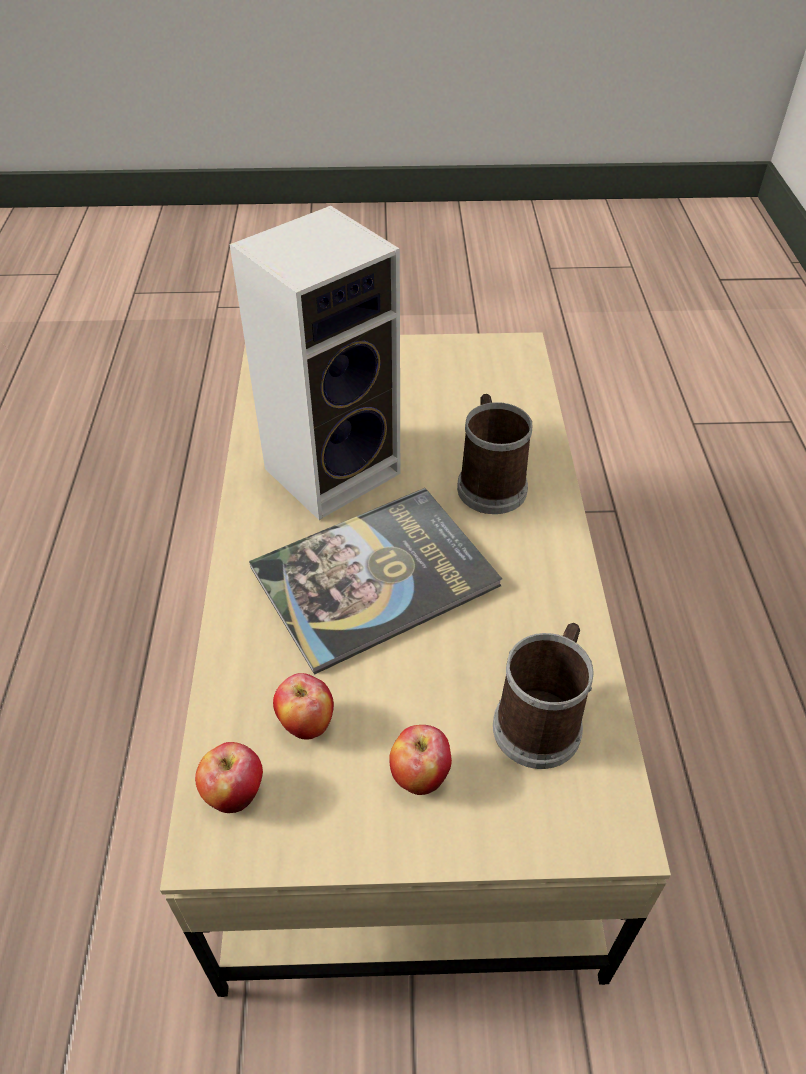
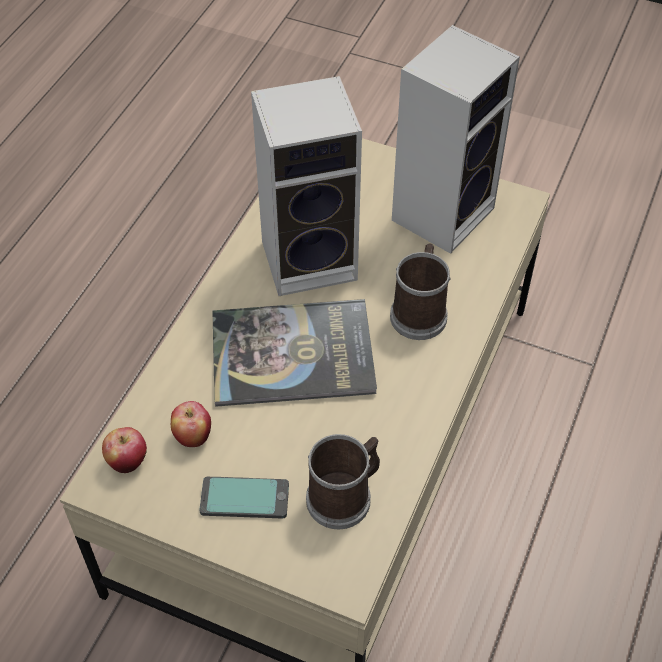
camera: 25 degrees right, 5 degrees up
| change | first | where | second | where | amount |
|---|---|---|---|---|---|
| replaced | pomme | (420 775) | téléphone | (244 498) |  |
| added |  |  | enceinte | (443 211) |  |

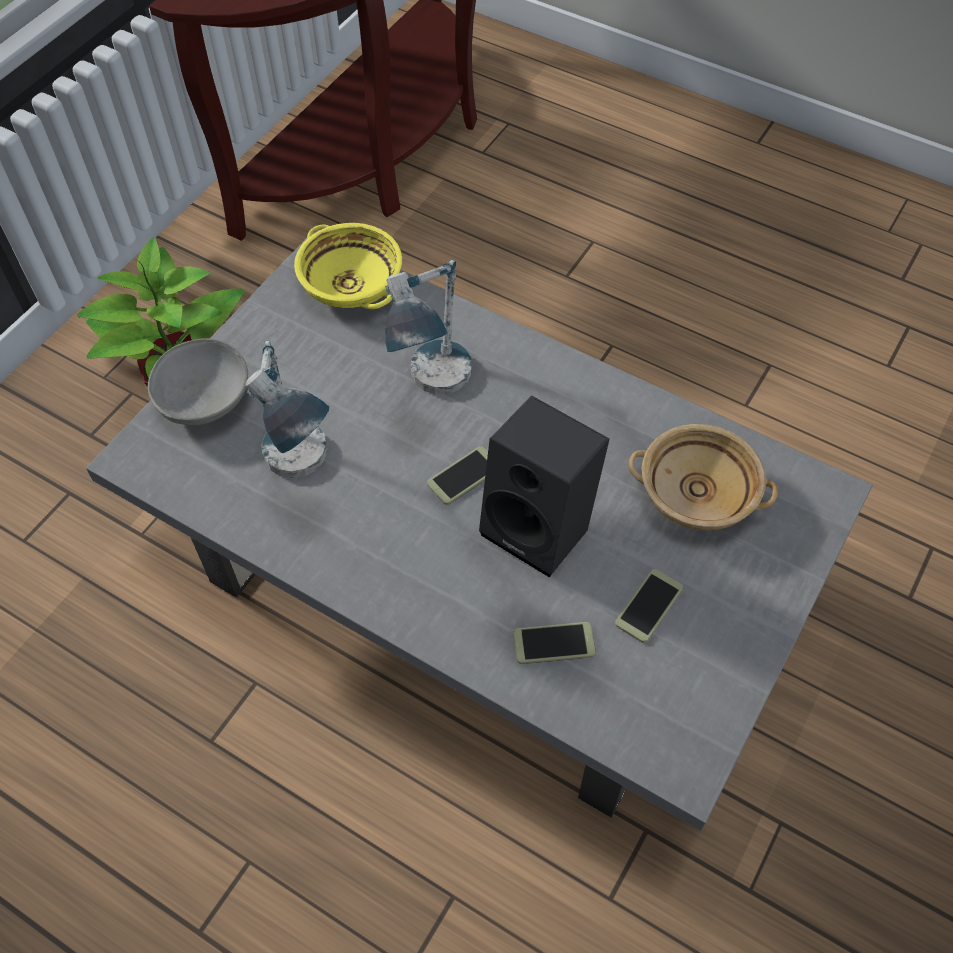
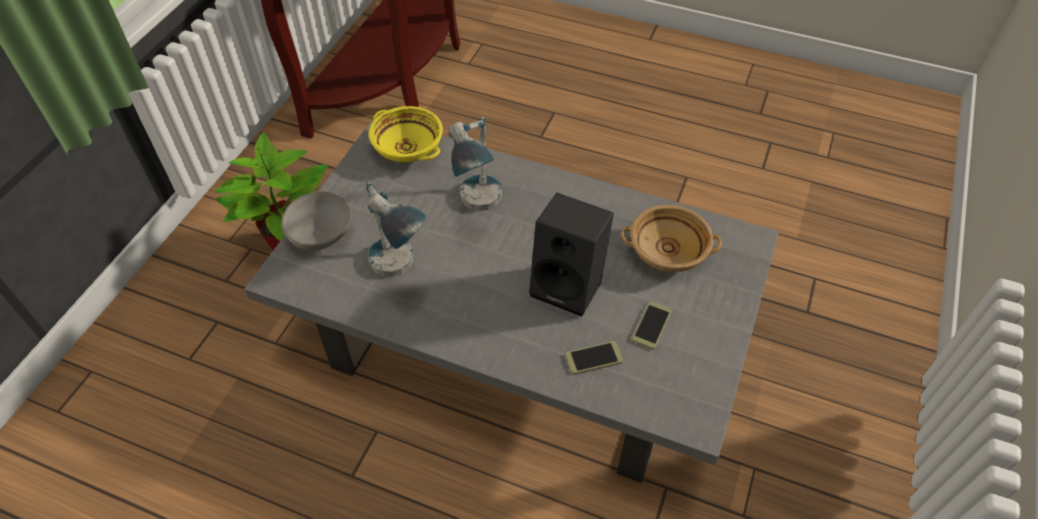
camera: 10 degrees left, 5 degrees down
| change | first | where | second | where | amount |
|---|---|---|---|---|---|
| removed | téléphone | (464 476) |  |  |  |

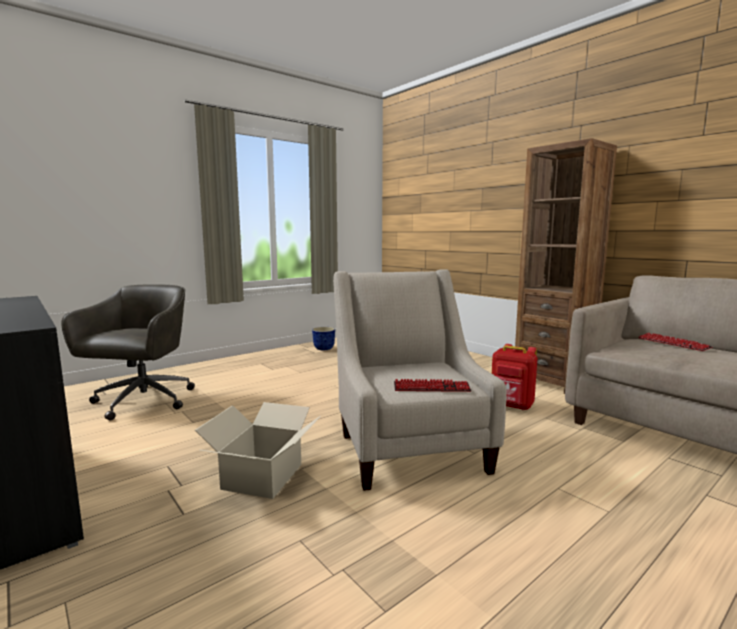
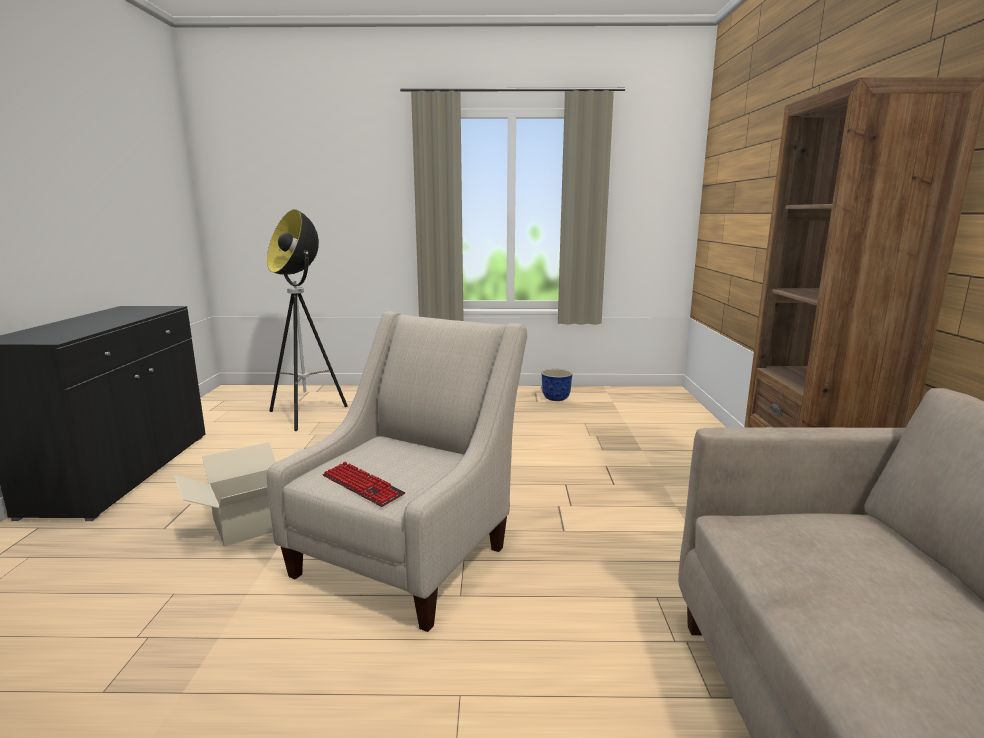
camera: 40 degrees right, 5 degrees up
| change | first | where | second | where | amount |
|---|---|---|---|---|---|
| replaced | chaise de bureau/gris | (142 402) | lampadaire | (307 415) |  |
| removed | sac à dos/rouge | (511 406) |  |  |  |
| removed | clavier | (673 343) |  |  |  |

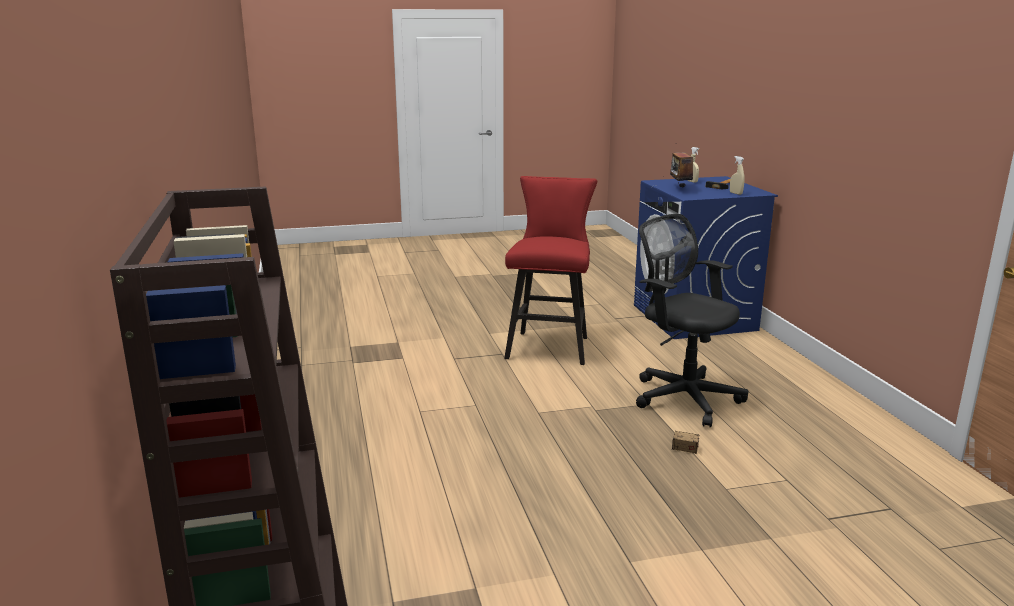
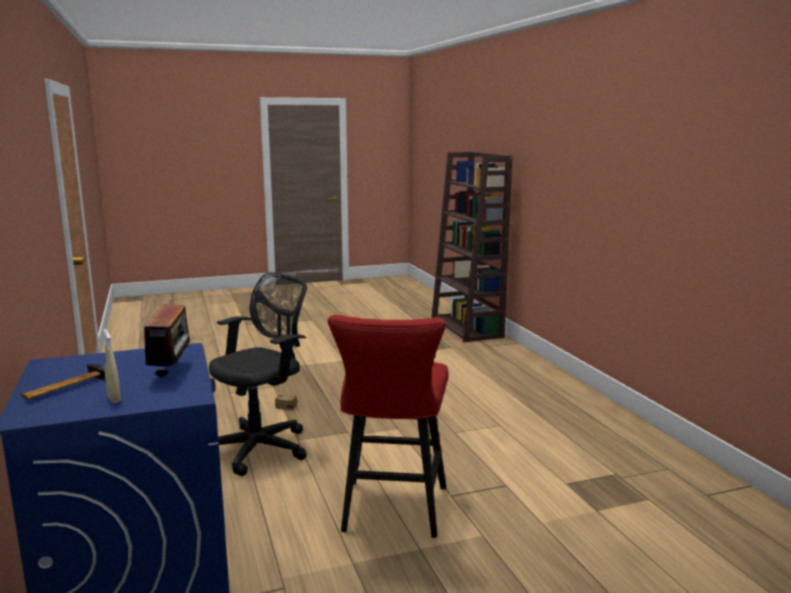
camera: 175 degrees right, 5 degrees down
| change | first | where | second | where | amount |
|---|---|---|---|---|---|
| turned | chaise de bureau/noir | (682 396) |  | (260 448) | 90 degrees counterclockwise |
| removed | vaporisateur/beige | (736 193) |  |  |  |

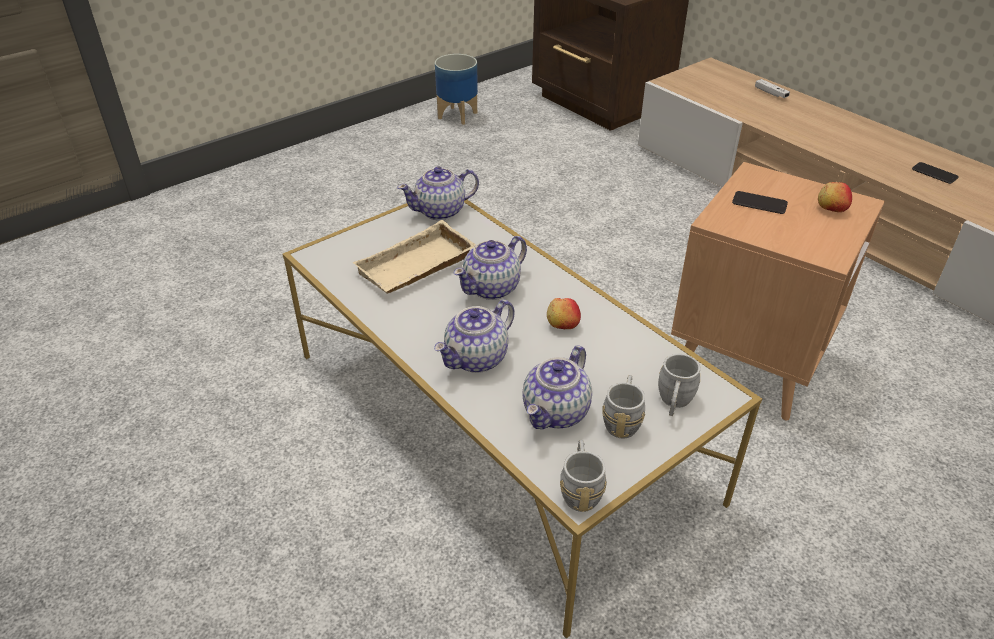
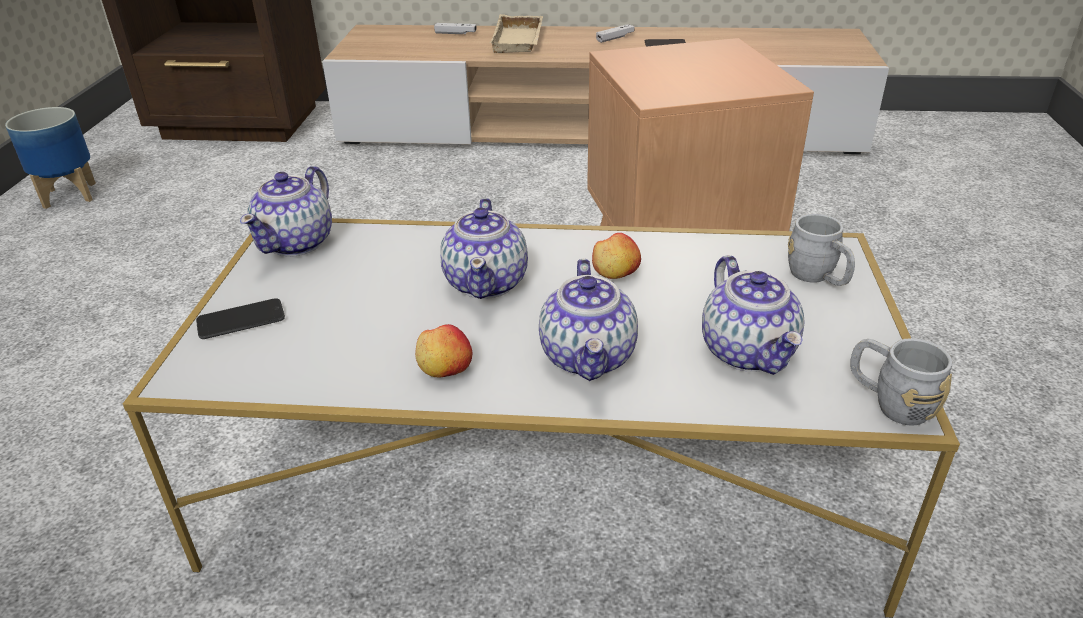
camera: 45 degrees left, 5 degrees down
| change | first | where | second | where | amount |
|---|---|---|---|---|---|
| moved | plateau/beige | (417 268) |  | (520 41) |  |
| removed | mug/gris | (622 420) |  |  |  |
| moved | téléphone | (759 203) |  | (241 320) |  |
| moved | pomme | (831 209) |  | (445 370) |  |
| added |  |  | manette/blanc | (615 38) |  |

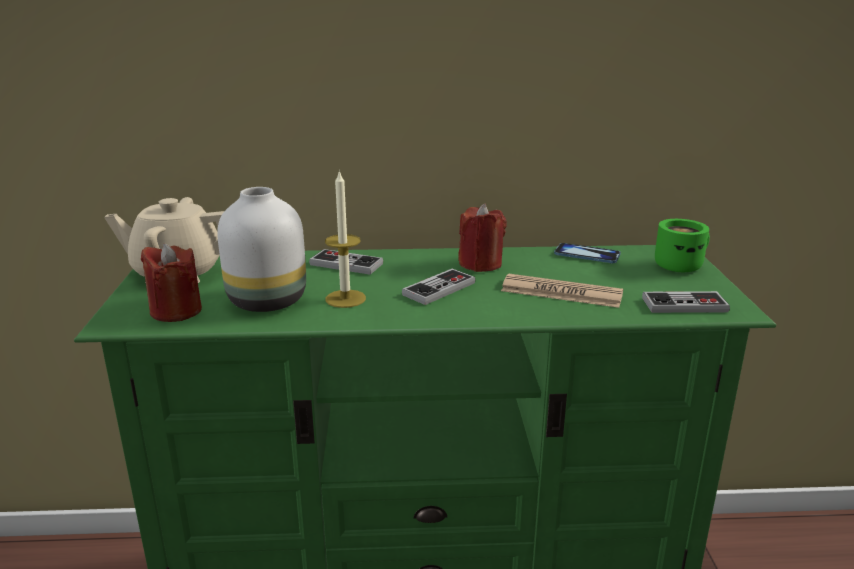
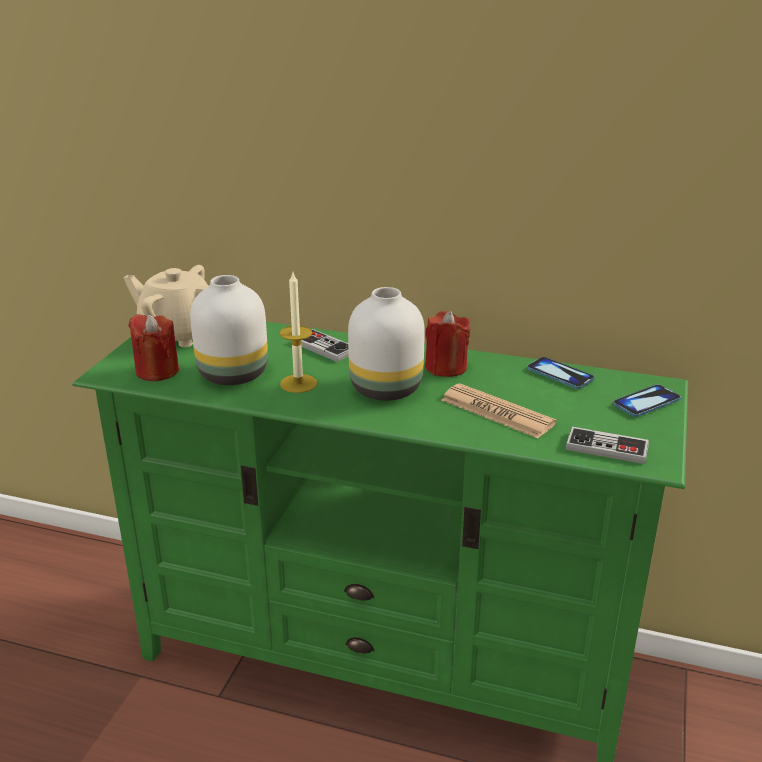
camera: 20 degrees right, 5 degrees up
| change | first | where | second | where | amount |
|---|---|---|---|---|---|
| replaced | manette | (439 289) | vase/blanc | (386 388) |  |
| replaced | mug/vert | (679 265) | téléphone | (646 402) |  |

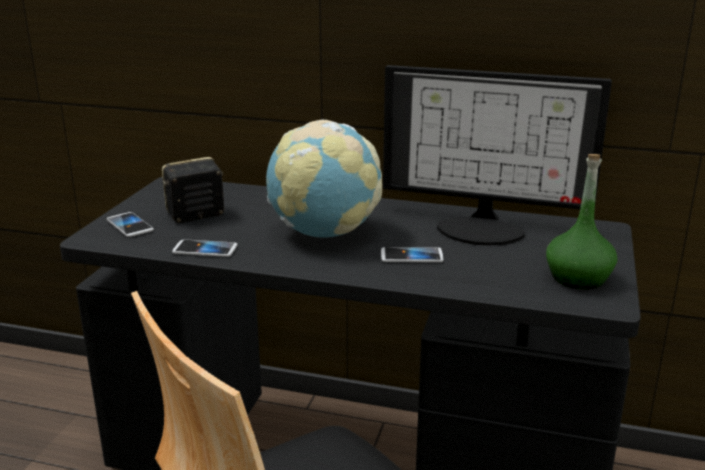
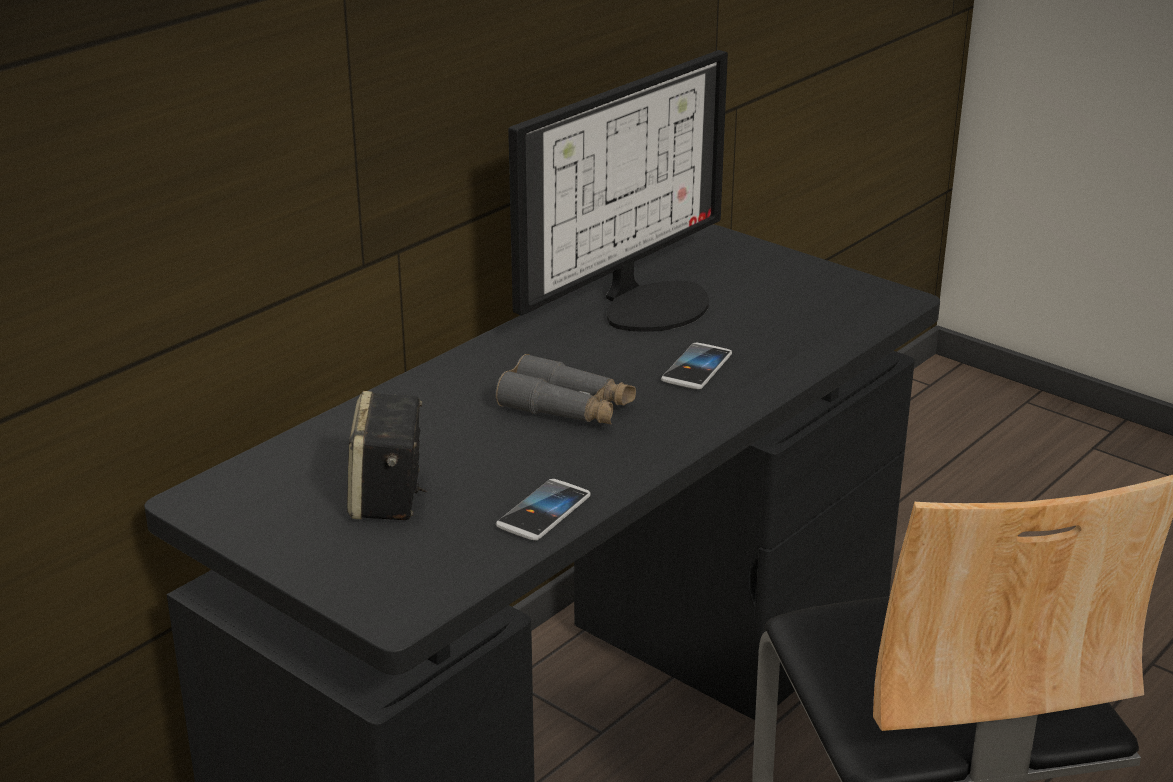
camera: 65 degrees left, 5 degrees up
| change | first | where | second | where | amount |
|---|---|---|---|---|---|
| removed | téléphone | (130 226) |  |  |  |
| replaced | globe | (324 233) | jumelles/gris | (567 408) |  |
| removed | bouteille/vert | (578 278) |  |  |  |

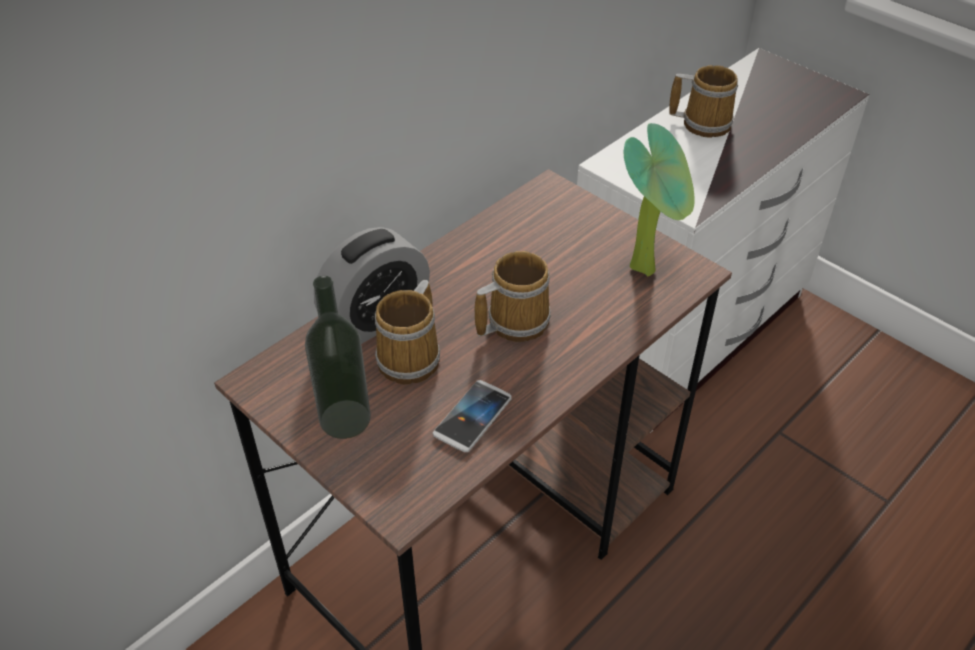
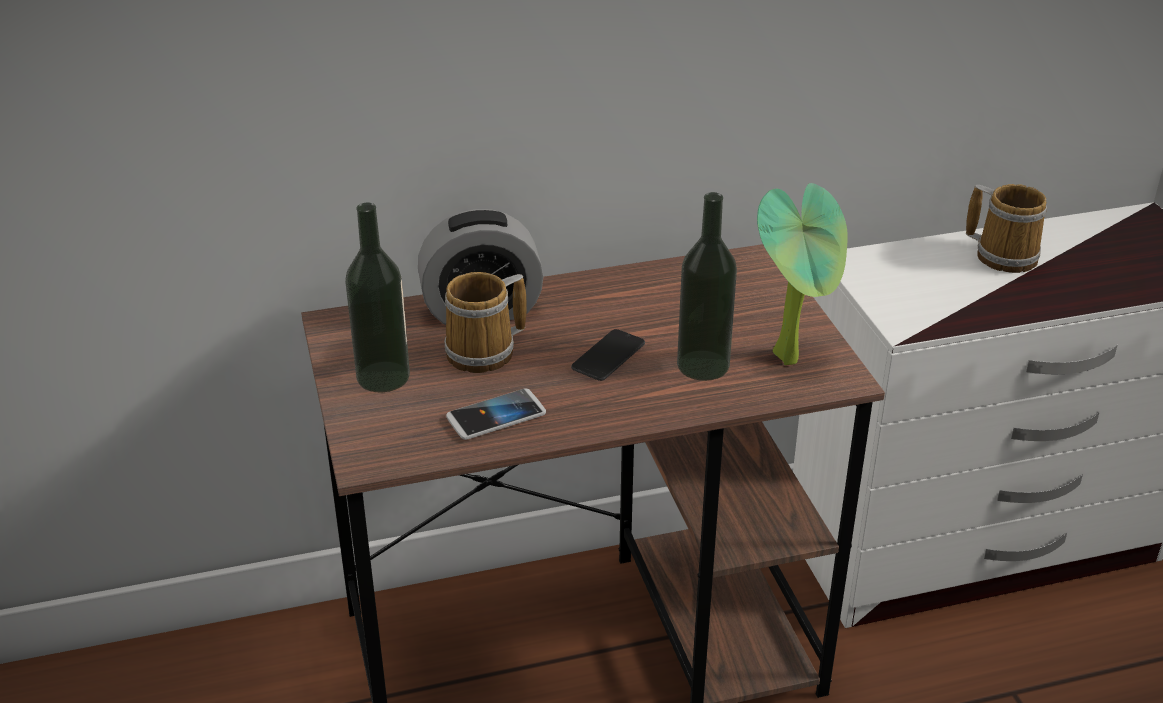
camera: 30 degrees right, 10 degrees down
| change | first | where | second | where | amount |
|---|---|---|---|---|---|
| replaced | mug | (513 321) | téléphone | (608 356) |  |
| added |  |  | bouteille | (703 365) |  |

